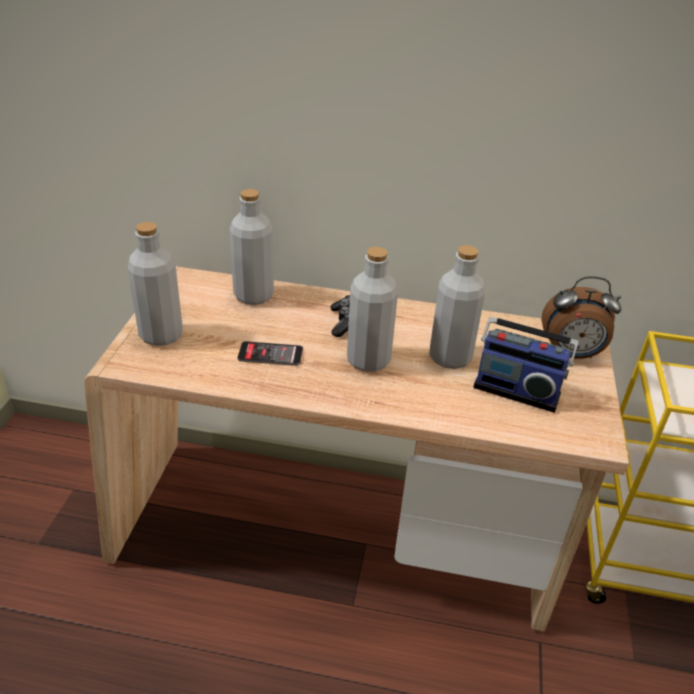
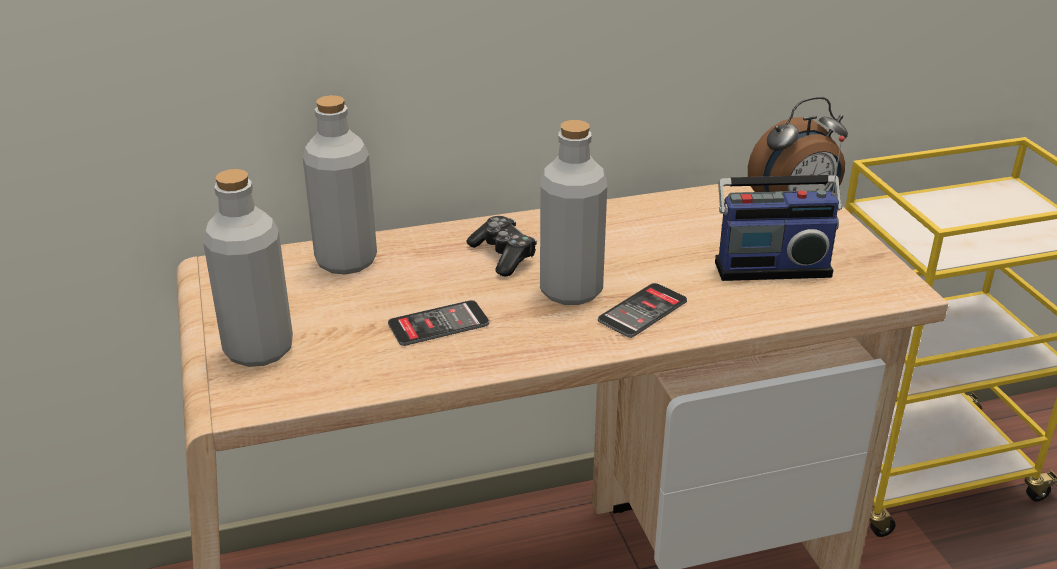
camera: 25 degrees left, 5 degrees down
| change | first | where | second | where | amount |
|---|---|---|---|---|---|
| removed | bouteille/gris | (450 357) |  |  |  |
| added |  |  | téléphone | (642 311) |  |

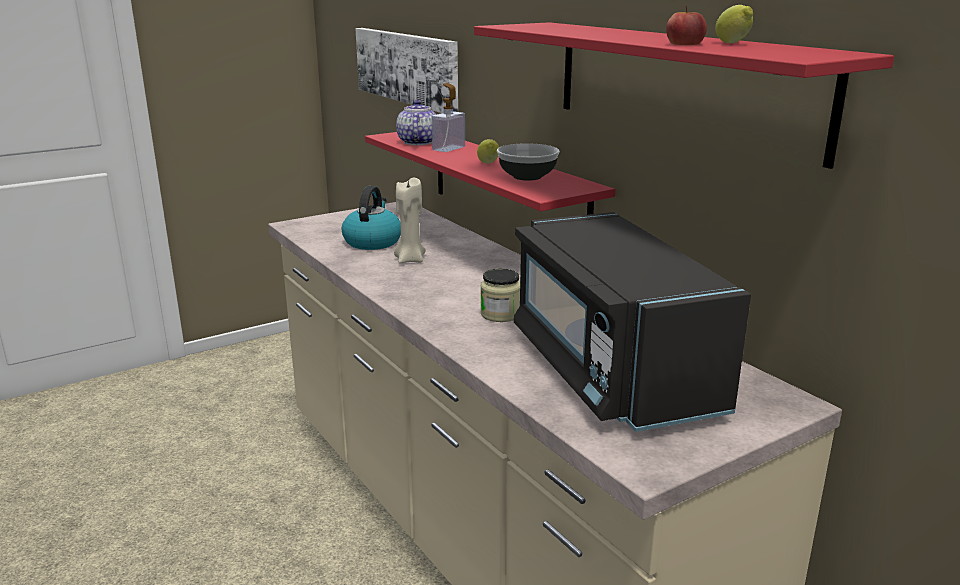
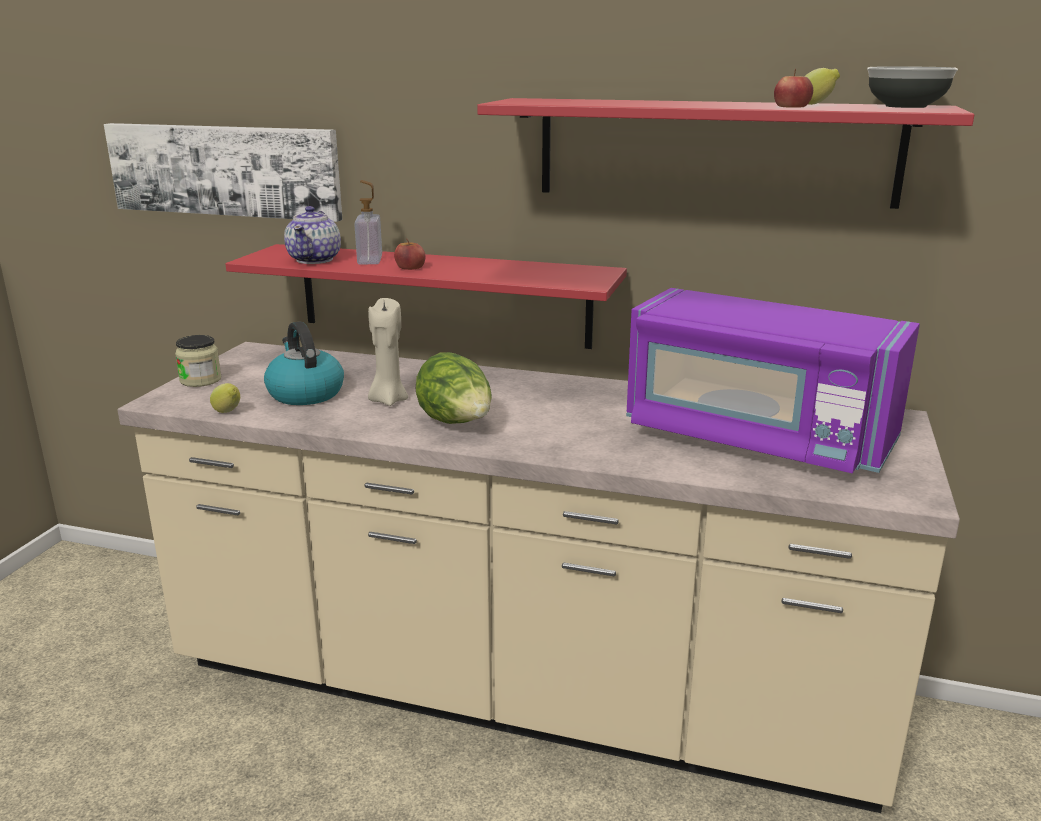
camera: 40 degrees left, 0 degrees up
| change | first | where | second | where | amount |
|---|---|---|---|---|---|
| turned | théière | (417 142) |  | (315 259) | 135 degrees counterclockwise |
| moved | citron | (488 164) |  | (228 412) |  |
| moved | bocal | (500 314) |  | (200 380) |  |
| moved | bol | (526 177) |  | (905 106) |  |
| recoloured | micro-ondes/noir | (611 370) | micro-ondes/violet | (755 437) |  |
| added |  |  | pomme | (410 267) |  |
| added |  |  | laitue | (457 423) |  |

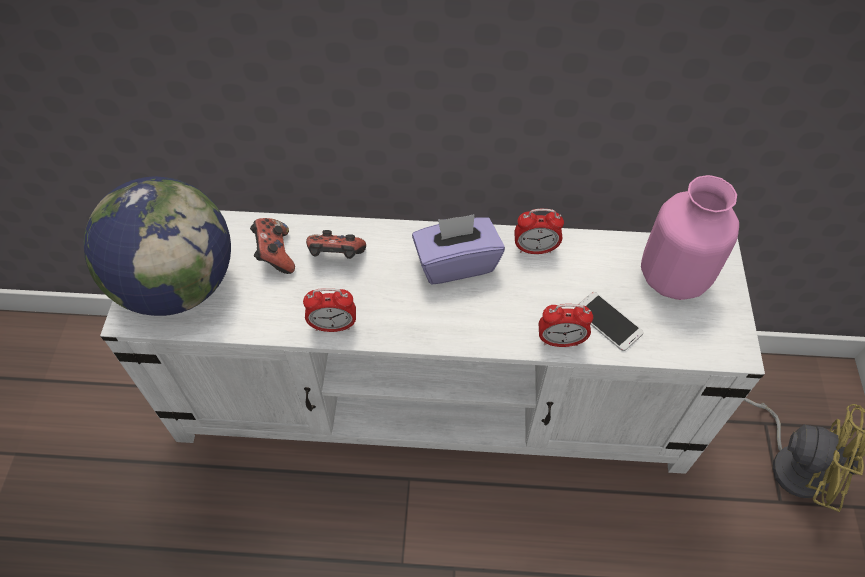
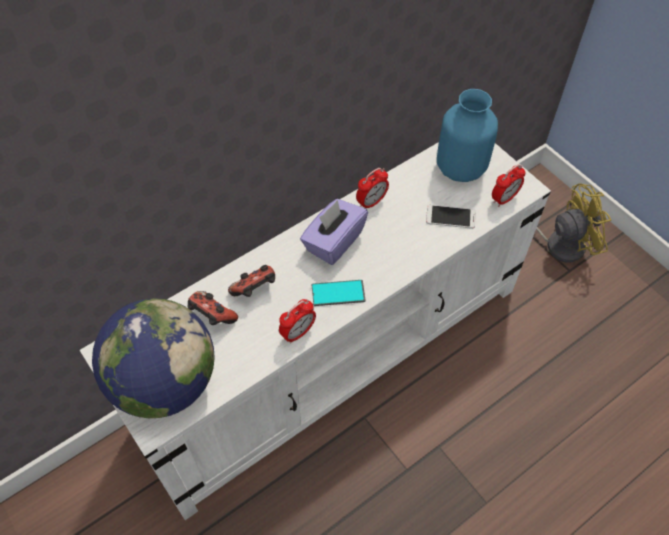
camera: 40 degrees left, 0 degrees up
| change | first | where | second | where | amount |
|---|---|---|---|---|---|
| moved | réveil | (560 341) |  | (504 199) |  |
| recoloured | vase/rose | (672 278) | vase/bleu | (460 169) |  |
| added |  |  | téléphone | (338 293) |  |

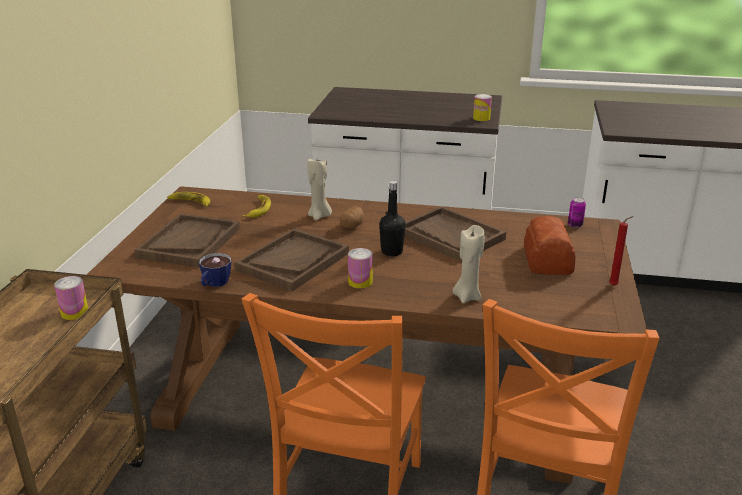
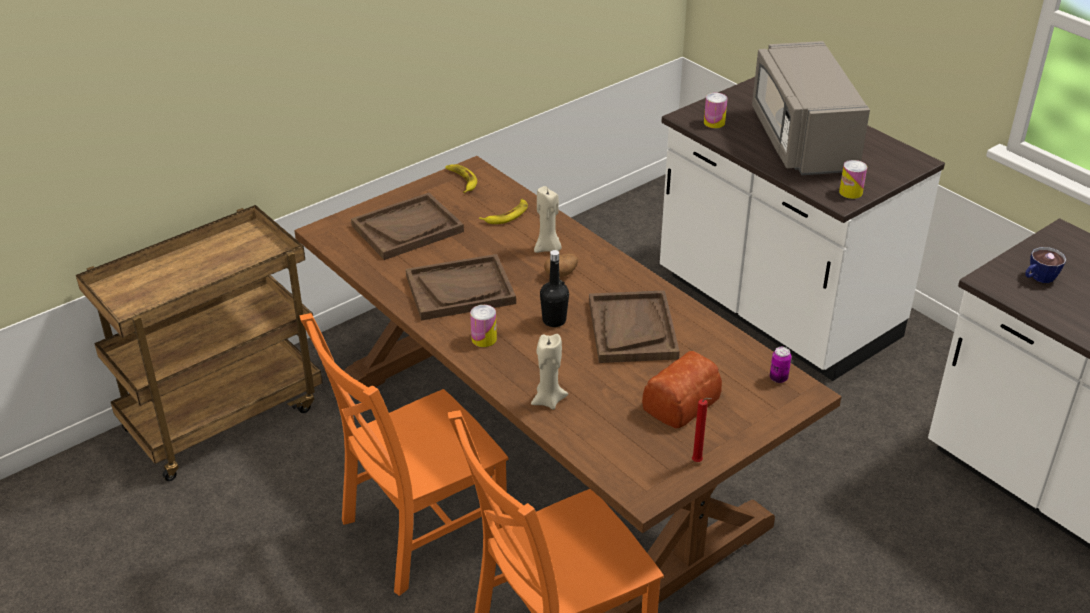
camera: 40 degrees right, 10 degrees up
| change | first | where | second | where | amount |
|---|---|---|---|---|---|
| moved | boîte métallique | (74 312) |  | (714 123) |  |
| moved | tasse | (214 284) |  | (1038 278) |  |
| added |  |  | micro-ondes/gris | (802 141) |  |

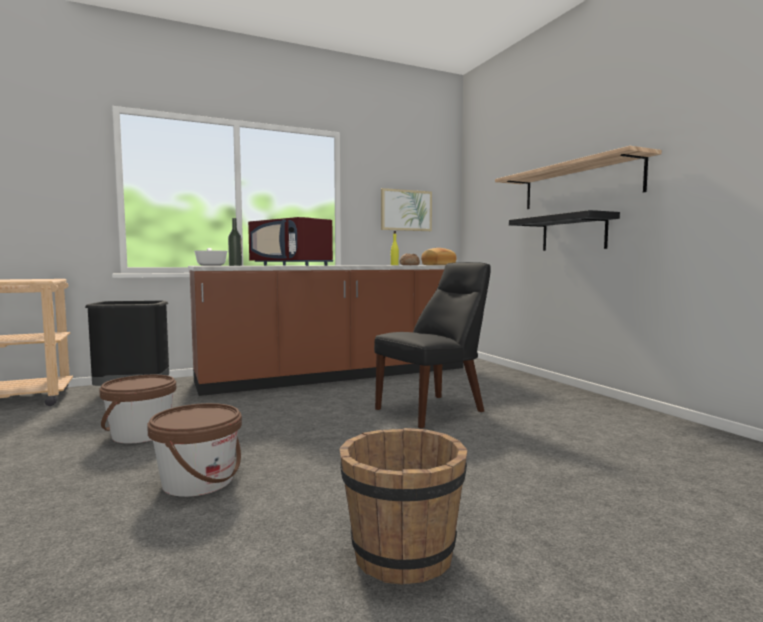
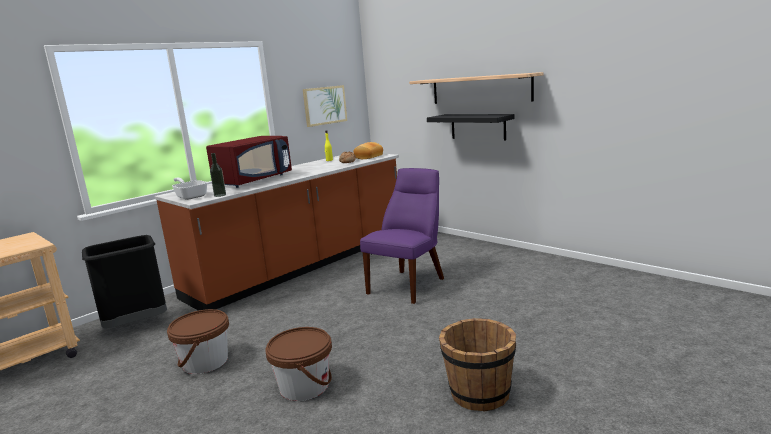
camera: 20 degrees left, 10 degrees up
| change | first | where | second | where | amount |
|---|---|---|---|---|---|
| turned | micro-ondes/rouge | (291 265) |  | (254 180) | 75 degrees counterclockwise |
| recoloured | chaise/noir | (434 410) | chaise/violet | (409 285) |  |

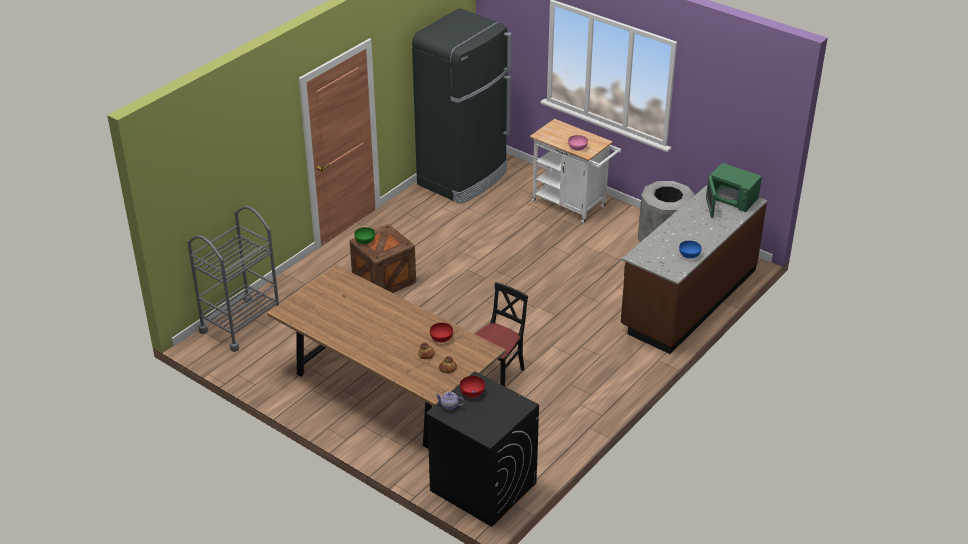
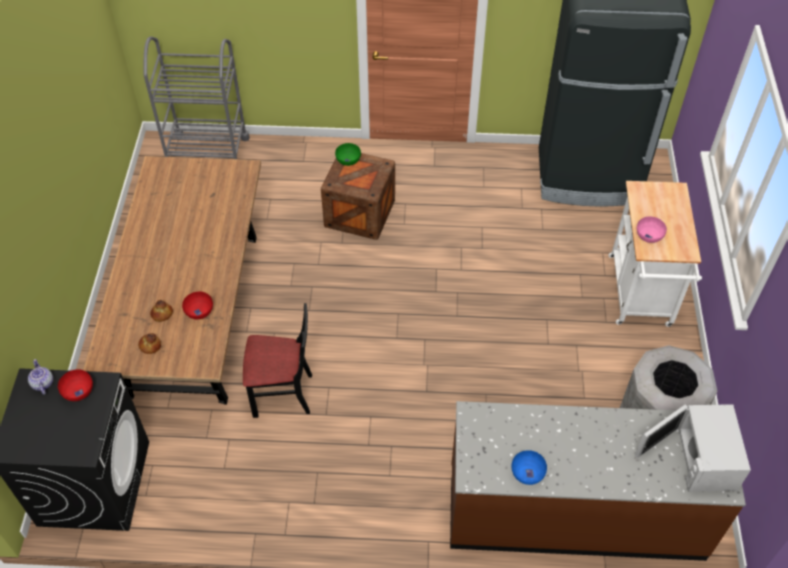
camera: 55 degrees right, 15 degrees up
| change | first | where | second | where | amount |
|---|---|---|---|---|---|
| recoloured | micro-ondes/vert | (730 199) | micro-ondes/blanc | (701 457) |  |

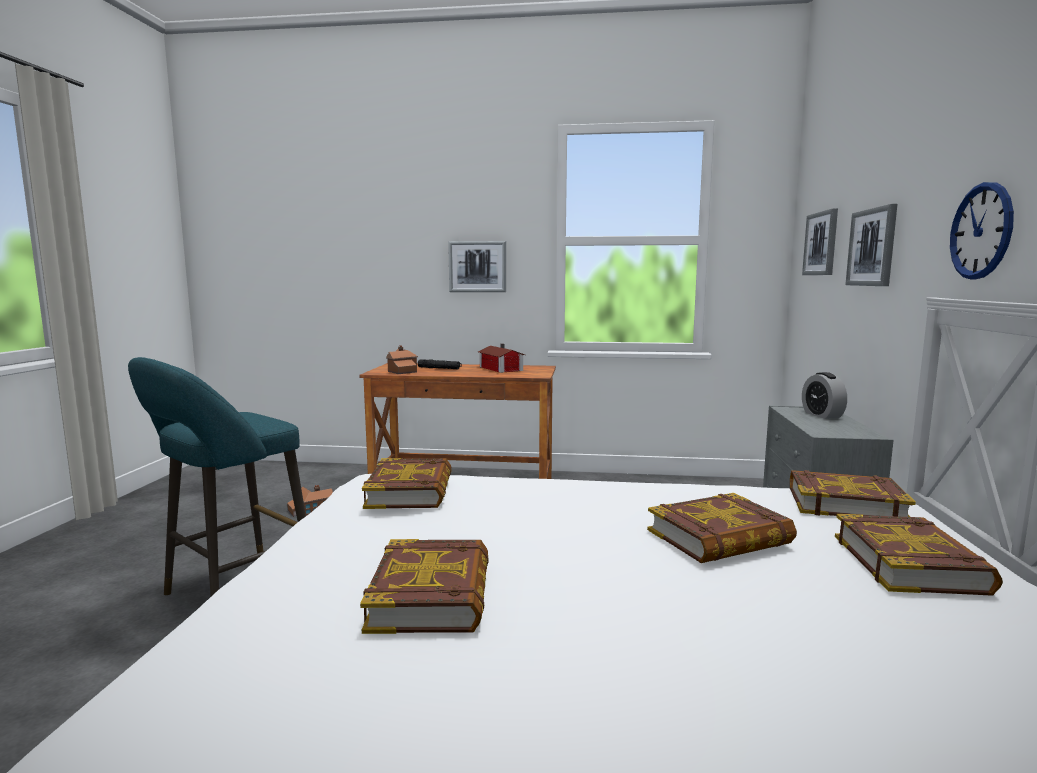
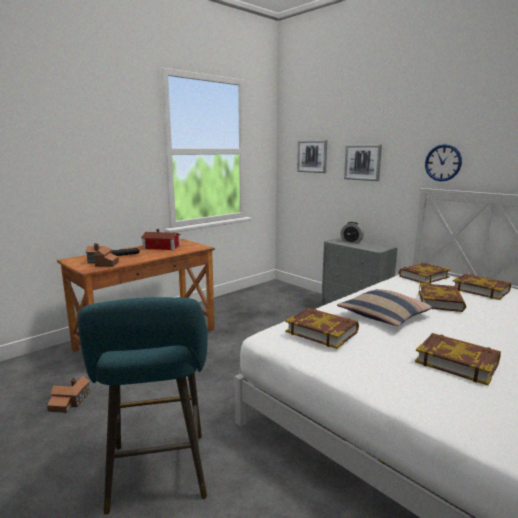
camera: 50 degrees left, 5 degrees up
| change | first | where | second | where | amount |
|---|---|---|---|---|---|
| removed | tableau | (477 266) |  |  |  |
| added |  |  | coussin | (384 315) |  |

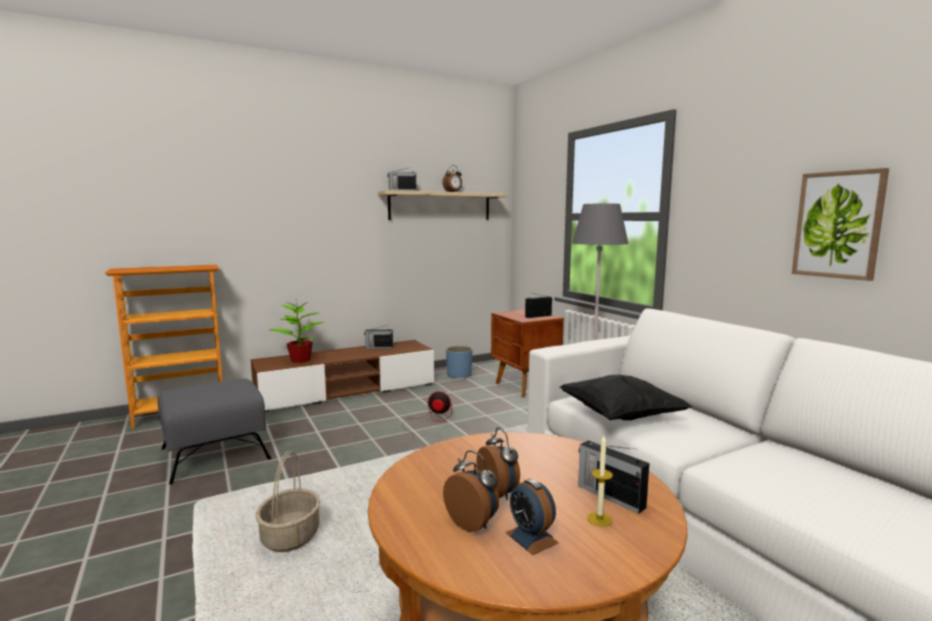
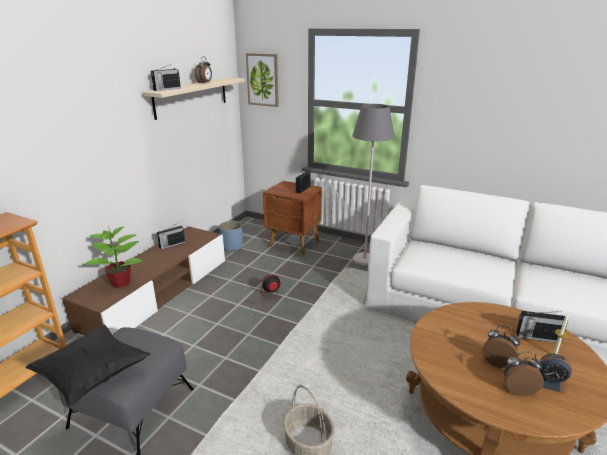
camera: 35 degrees left, 15 degrees up
| change | first | where | second | where | amount |
|---|---|---|---|---|---|
| moved | coussin/noir | (620 417) |  | (92 375) |  |
| moved | tableau | (838 225) |  | (263 80) |  |

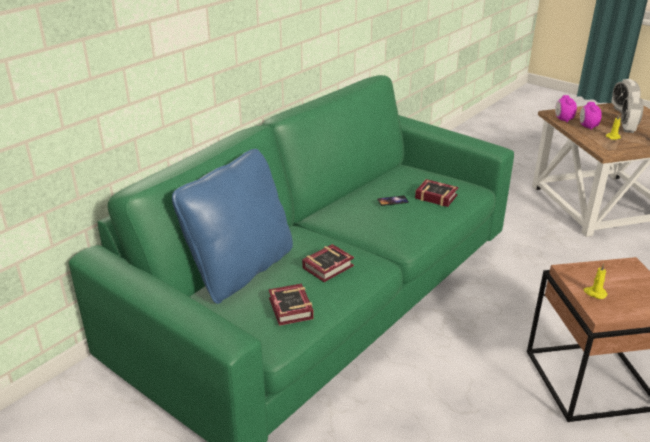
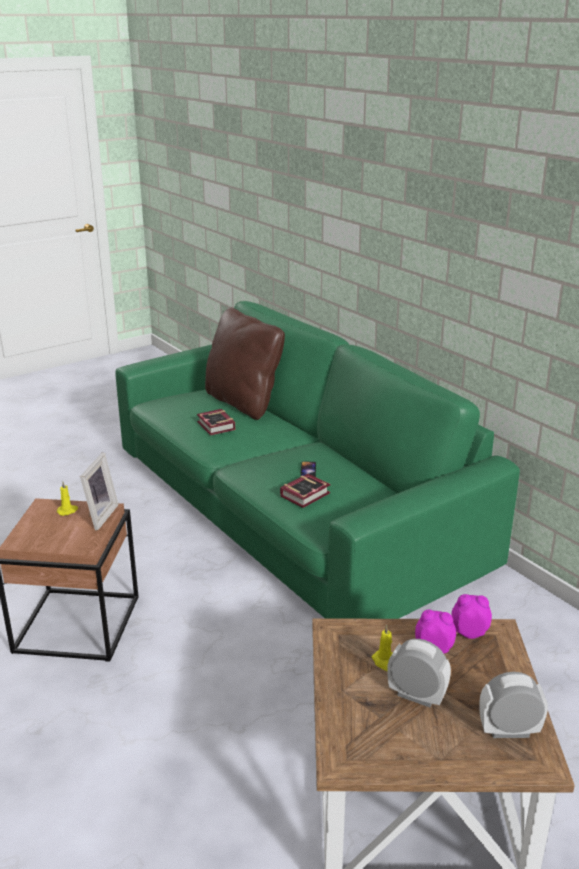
camera: 105 degrees right, 5 degrees down
| change | first | where | second | where | amount |
|---|---|---|---|---|---|
| recoloured | coussin/bleu | (240 270) | coussin/marron | (244 403) |  |
| removed | livre | (290 310) |  |  |  |
| added |  |  | cadre photo | (98 516) |  |

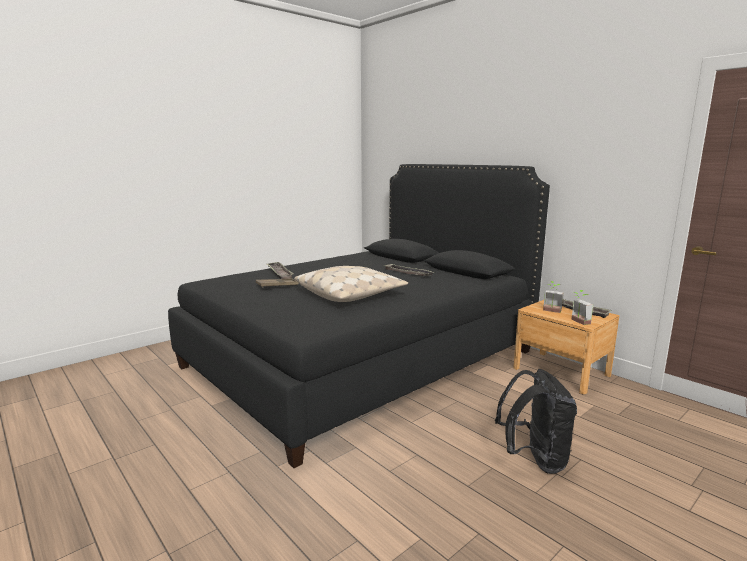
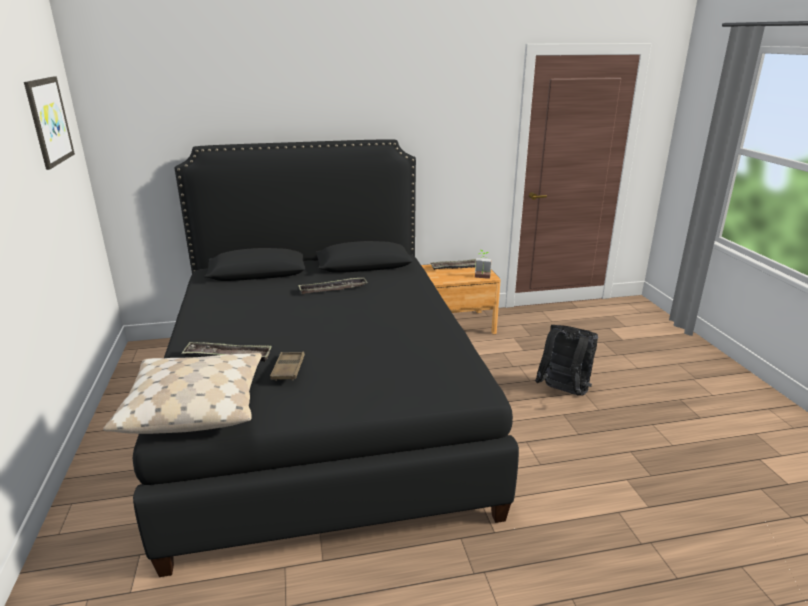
camera: 60 degrees left, 10 degrees up
| change | first | where | second | where | amount |
|---|---|---|---|---|---|
| moved | coussin/beige | (350 294) |  | (194 405) |  |
| removed | plante en pot | (551 311) |  |  |  |
| added |  |  | tableau | (48 121) |  |

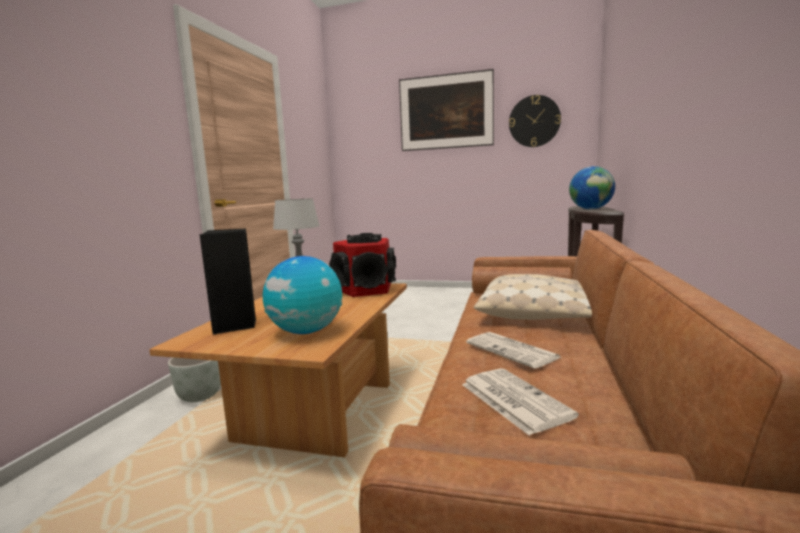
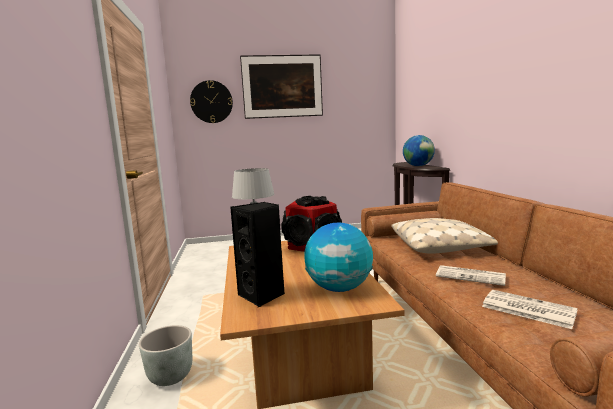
camera: 25 degrees left, 0 degrees up
| change | first | where | second | where | amount |
|---|---|---|---|---|---|
| moved | horloge murale | (534 121) |  | (211 102) |  |

